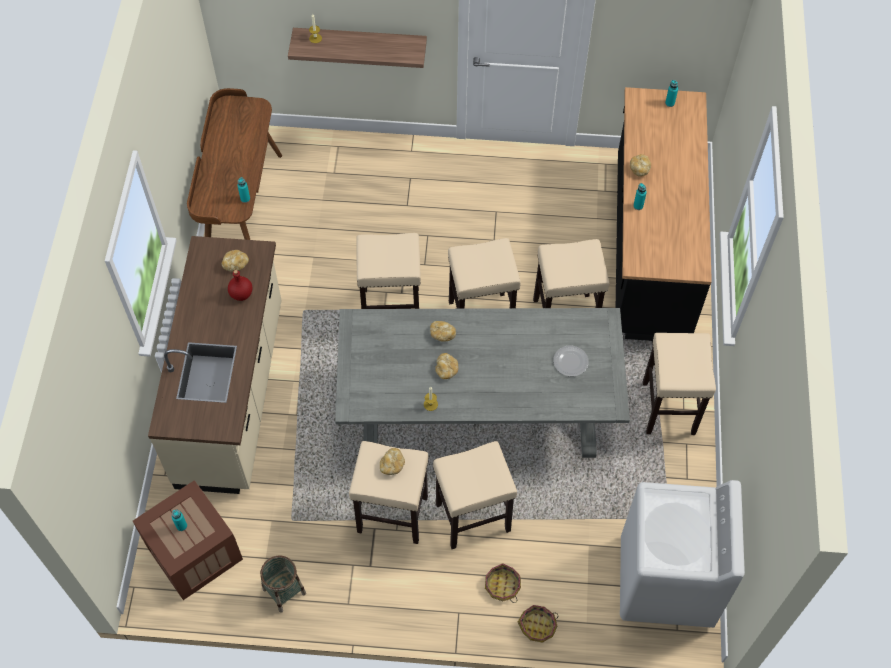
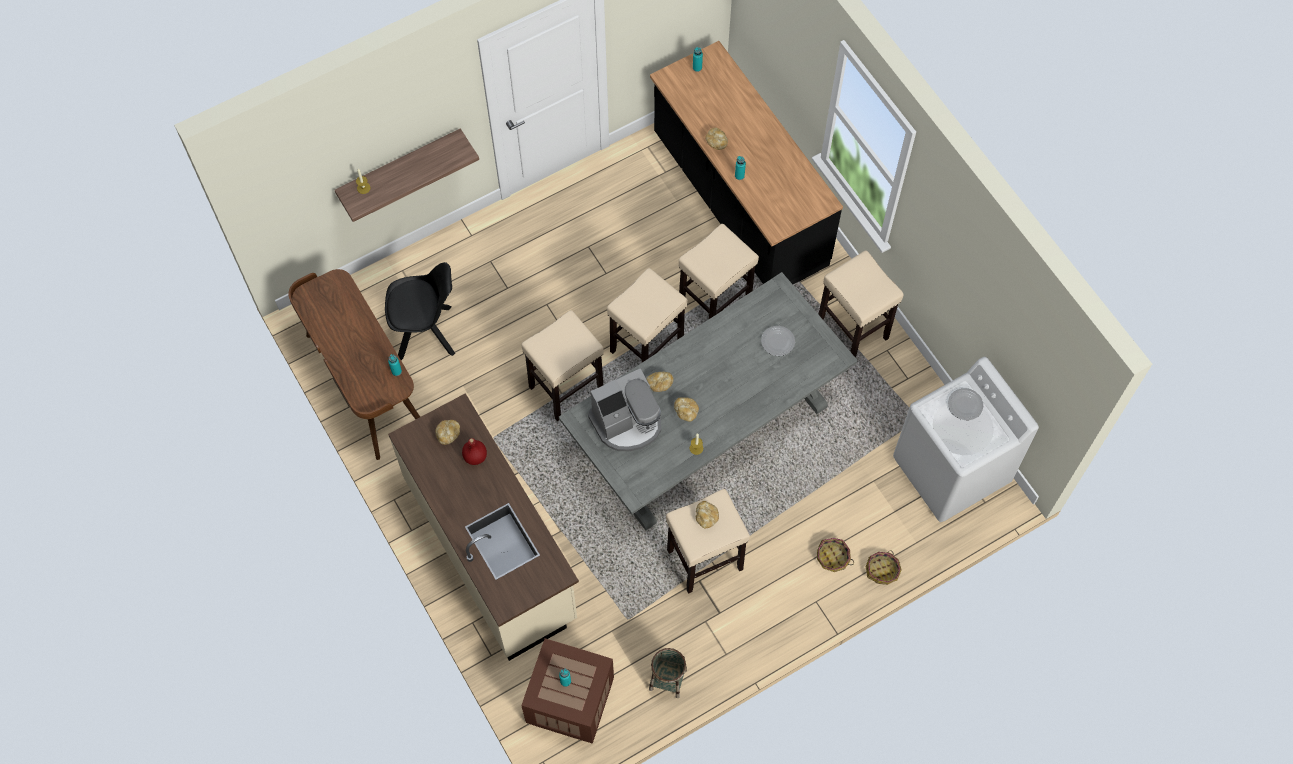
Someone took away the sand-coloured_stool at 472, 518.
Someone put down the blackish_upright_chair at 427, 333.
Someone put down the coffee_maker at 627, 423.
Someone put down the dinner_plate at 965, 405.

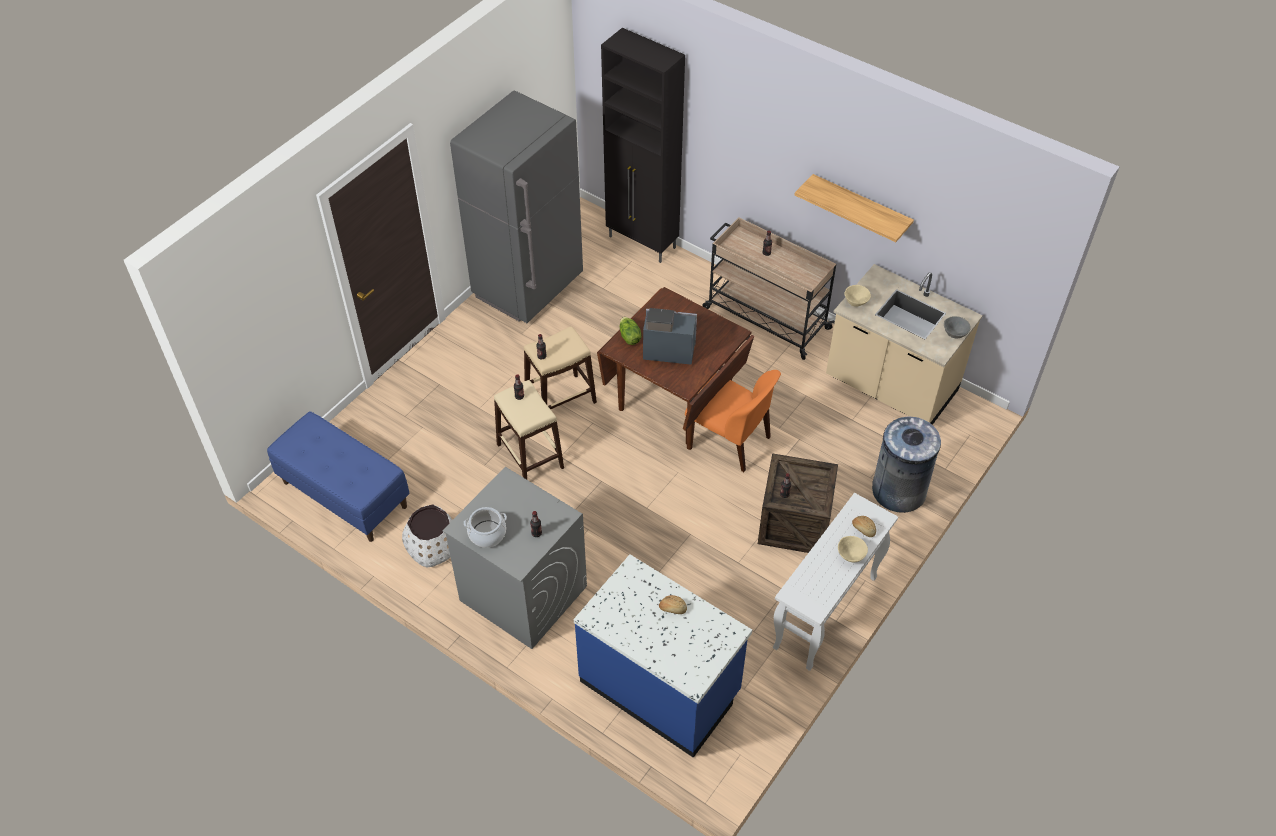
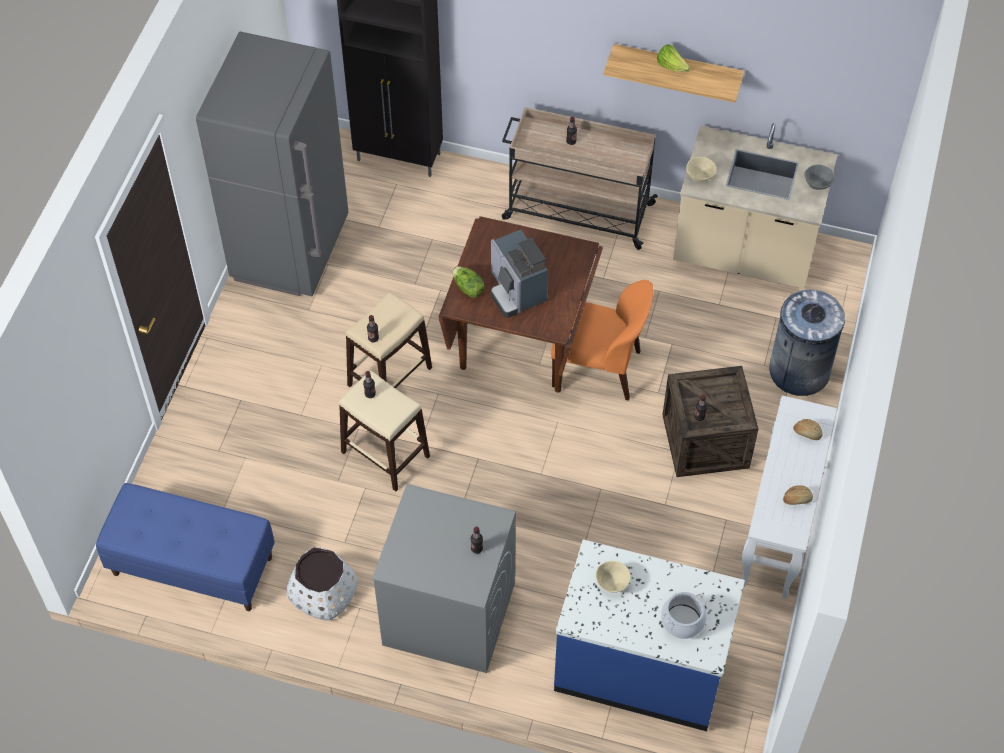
Someone rotated the coffee_maker at 667, 349 by 105 degrees counterclockwise.
Someone carried the saucepot from 487, 534 to 682, 621.
Someone carried the sand-coloured_bowl from 850, 556 to 611, 584.
Someone carried the bread from 672, 608 to 797, 499.
Someone put down the lettuce at 671, 66.

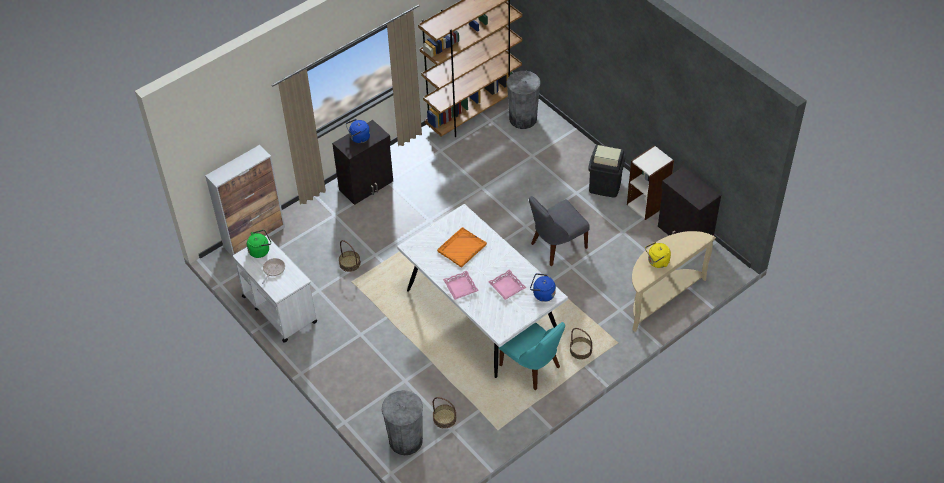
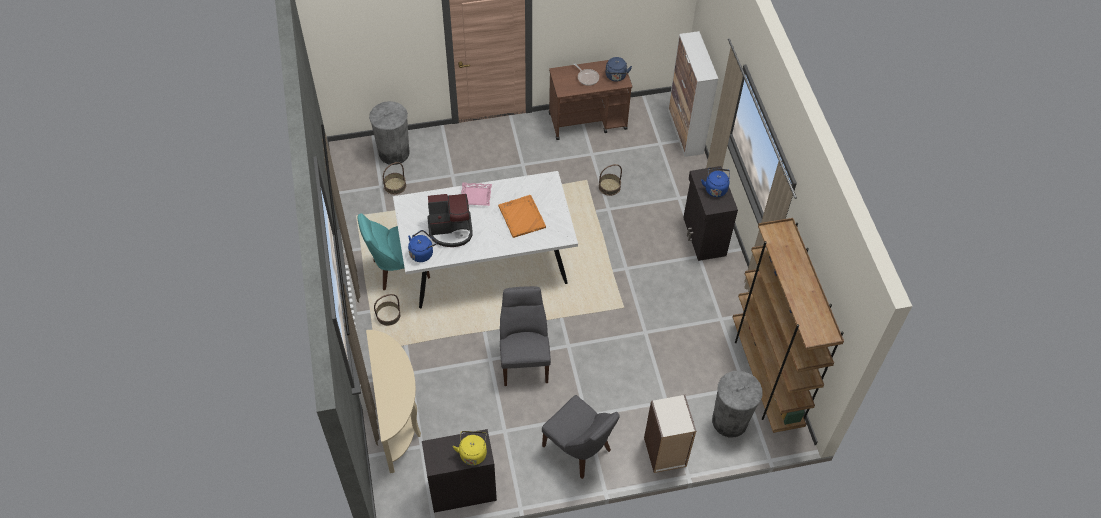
Someone swapped the blackish_waste_bin at 605, 186 for the greyish_upright_chair at 579, 450.
Someone carried the bookcase from 647, 204 to 665, 452.
Someone repainted the green-coloured_water_kettle at 260, 250, which became the blue_water_kettle at 616, 77.
Someone repainted the white_cart at 279, 309, which became the brown_cart at 588, 121.
Someone carried the yellow_water_kettle from 657, 262 to 473, 452.
Someone swapped the pink-coloured_serving_tray at 507, 287 for the coffee_maker at 451, 230.

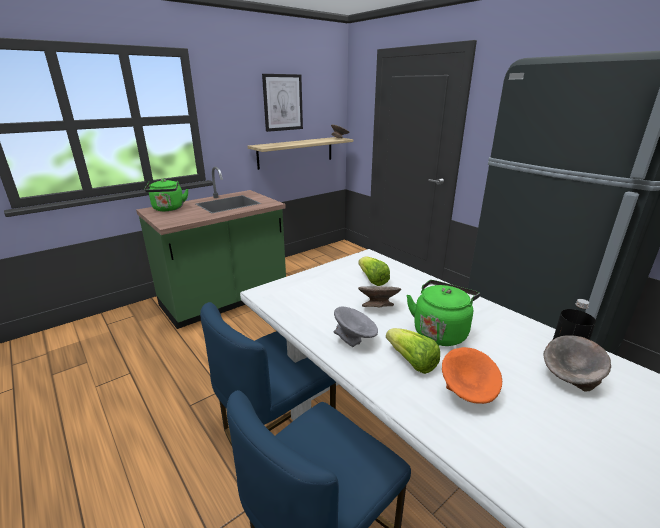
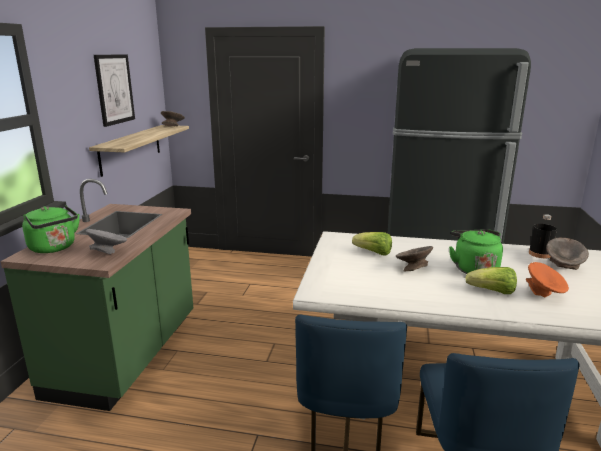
Someone carried the greyish_bowl from 354, 340 to 108, 253.

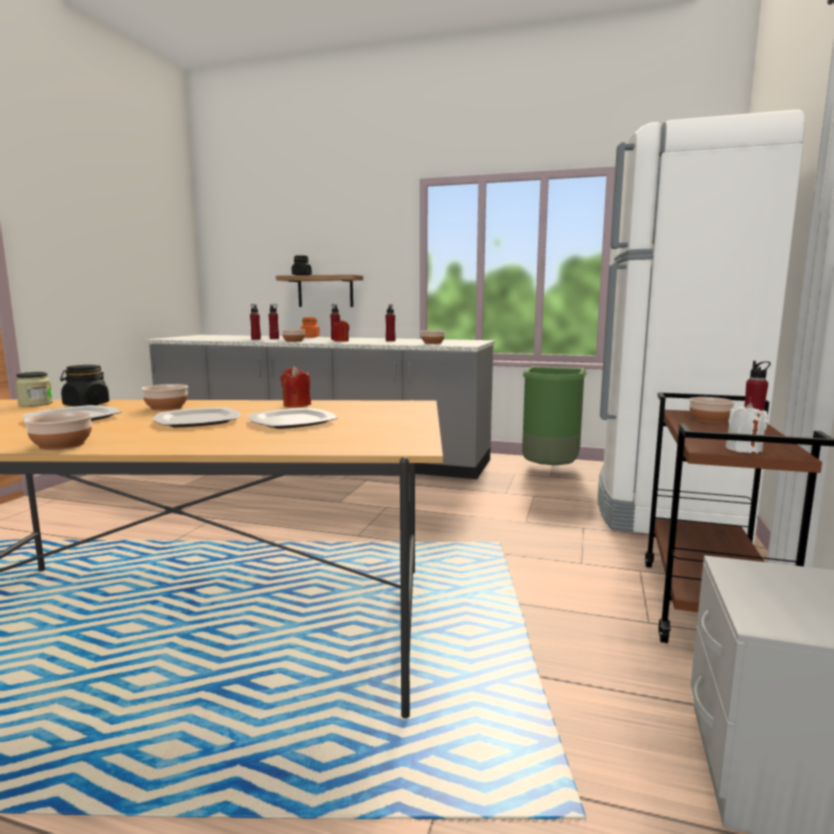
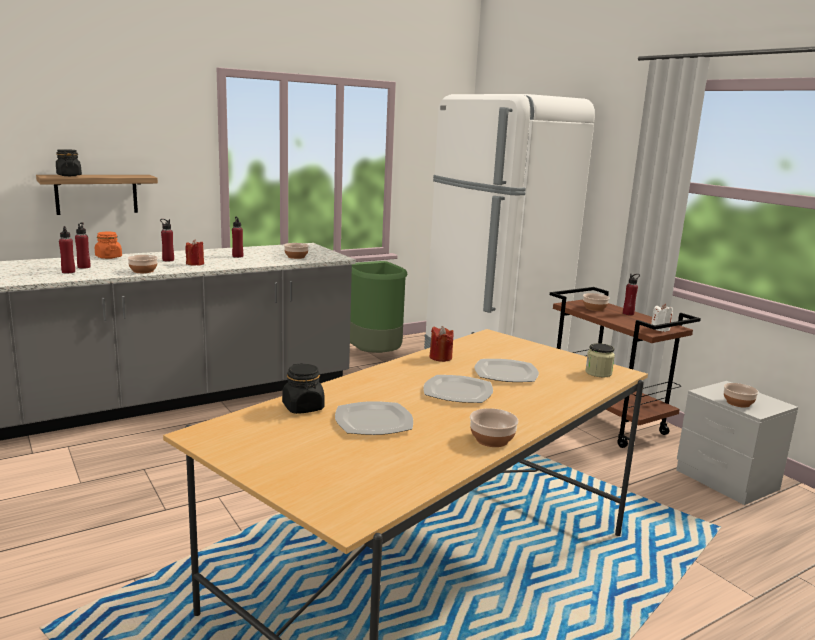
Someone carried the jar from 35, 404 to 598, 373.
Someone carried the bowl from 167, 408 to 738, 403.

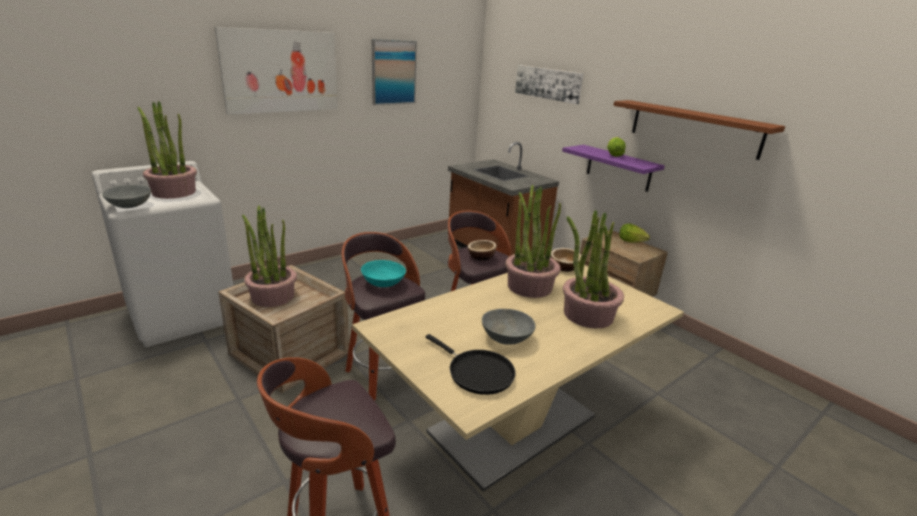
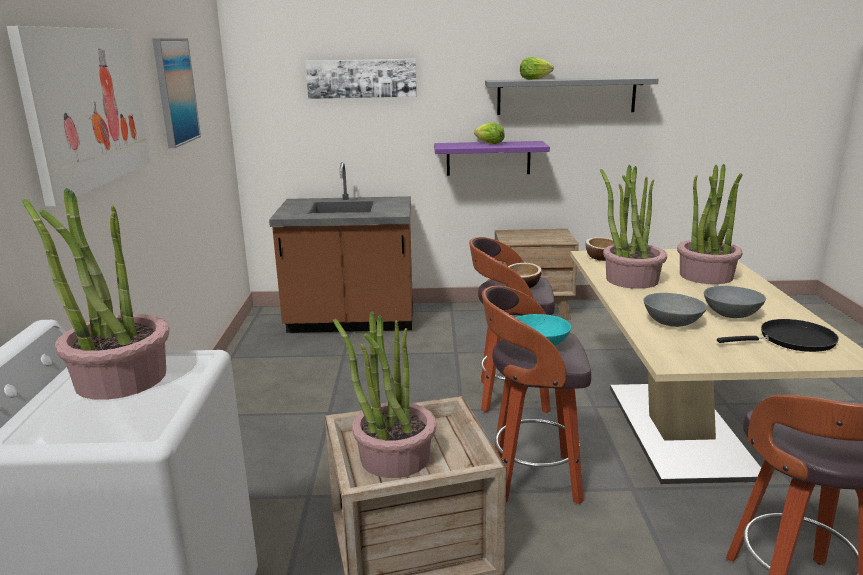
Someone repainted the brown_wall_shelf at 694, 128, which became the greyish_wall_shelf at 566, 96.
Someone carried the greyish_bowl from 129, 205 to 672, 322.
Someone carried the lettuce from 631, 241 to 534, 79.

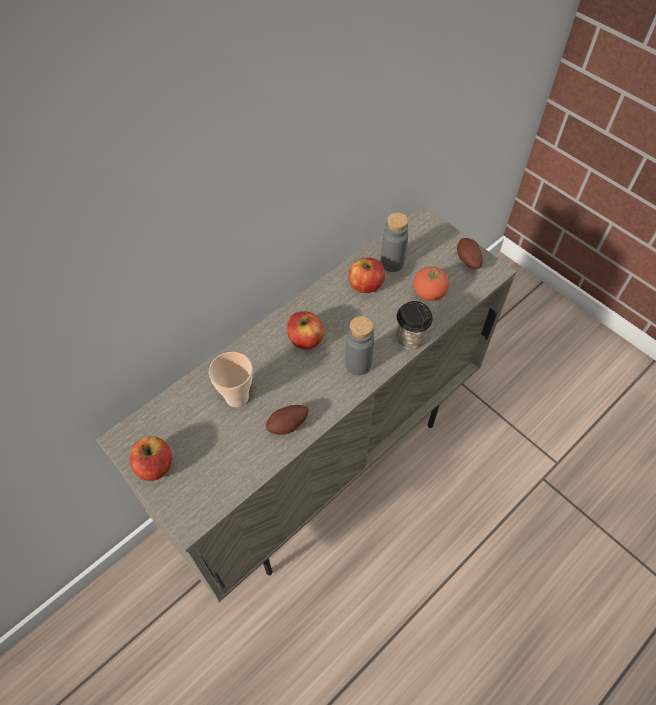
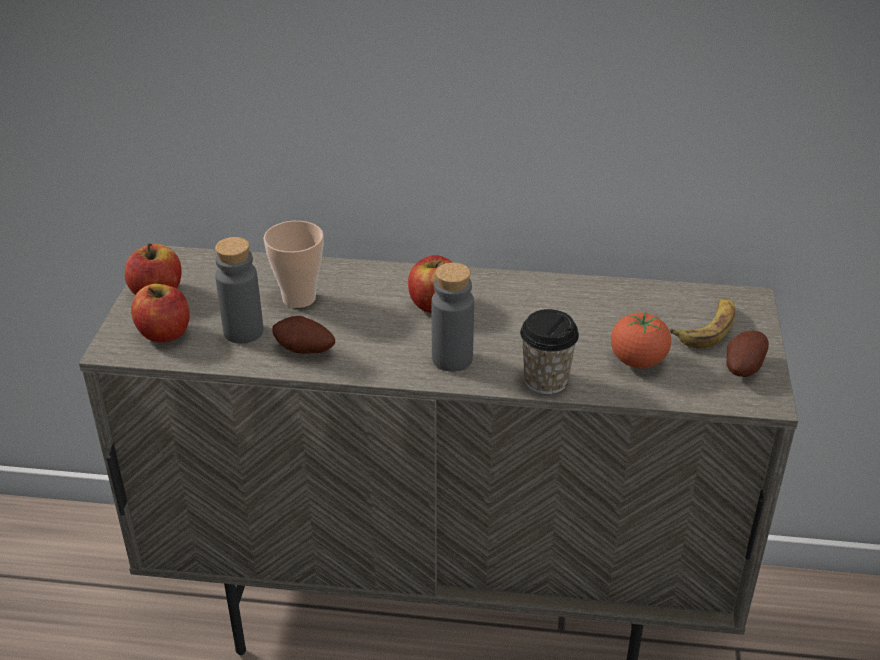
Someone carried the greyish_beverage_bottle from 392, 263 to 243, 331.
Someone carried the apple_fruit from 365, 285 to 165, 333.
Someone put down the whole_banana at 707, 328.

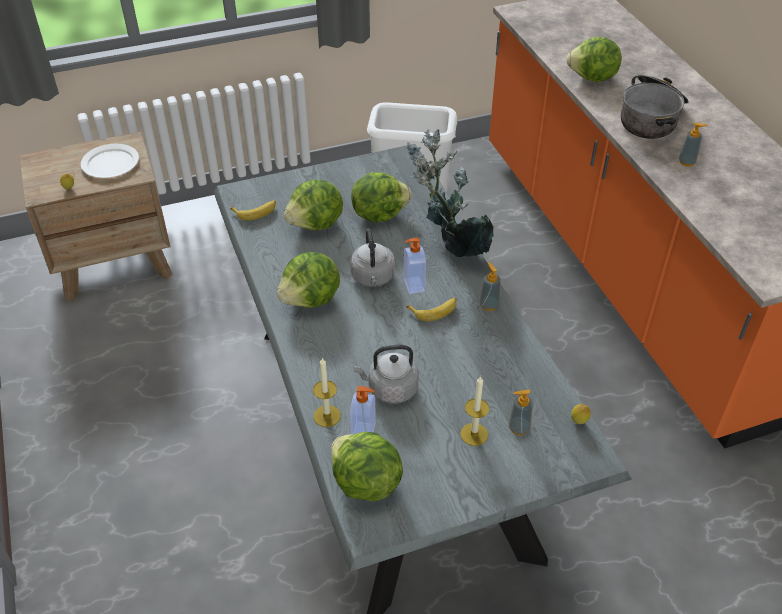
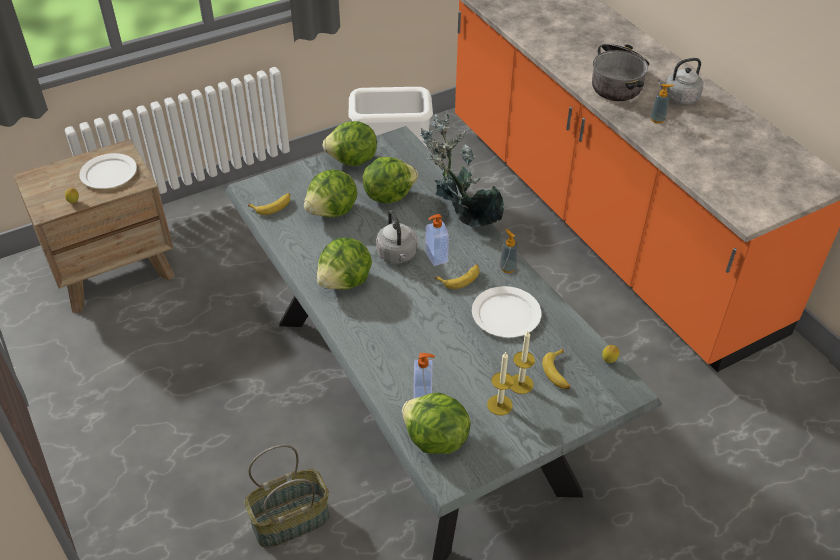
Someone carried the lettuce from 592, 78 to 352, 161.
Someone carried the greyish_water_kettle from 390, 389 to 679, 98.
Someone carried the candle from 327, 416 to 499, 405.
Someone swapped the liquid_soap_bottle at 519, 428 for the whole_banana at 558, 373.
Someone put down the white_dinner_plate at 505, 314.
Someone put down the basket at 291, 519.

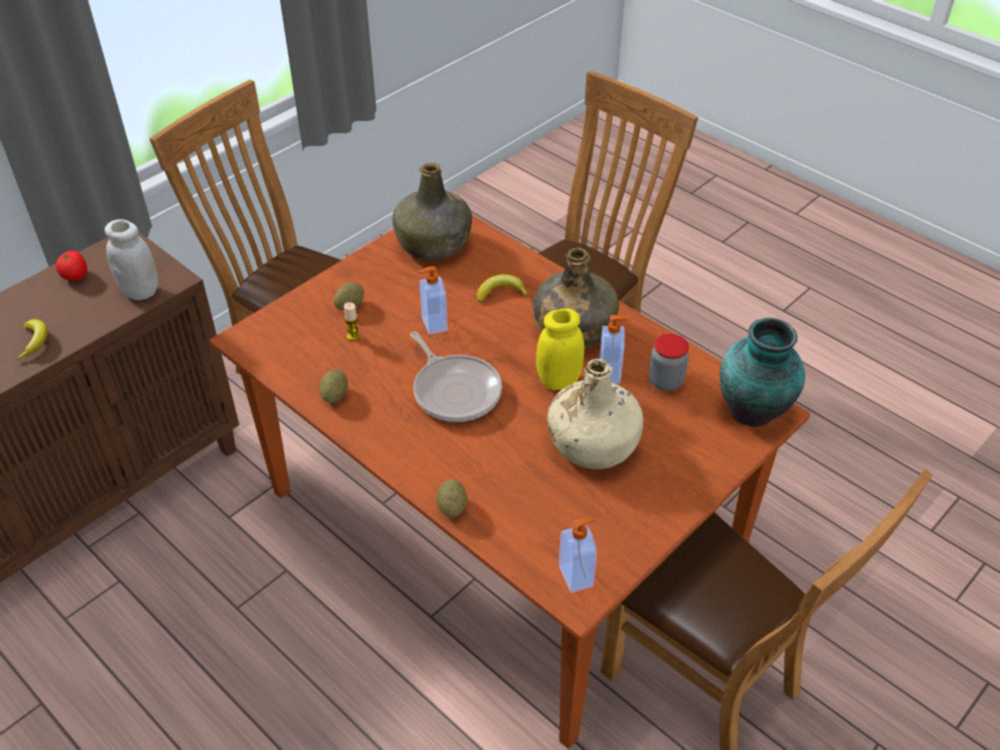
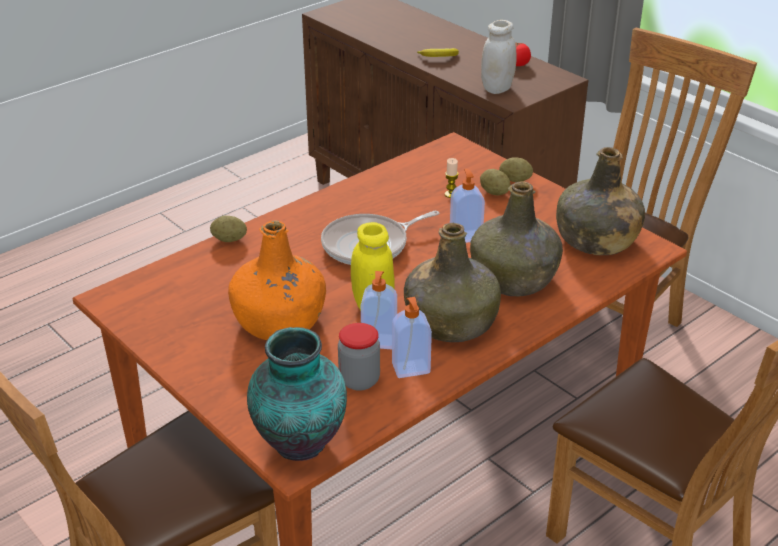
Someone swapped the whole_banana at 501, 293 for the green-coloured_beverage_bottle at 514, 278.
Someone repainted the sand-coloured_beverage_bottle at 593, 443, which became the orange-coloured_beverage_bottle at 280, 321.
Someone carried the spud from 335, 395 to 515, 180.
Someone carried the liquid_soap_bottle from 577, 576 to 411, 369.

